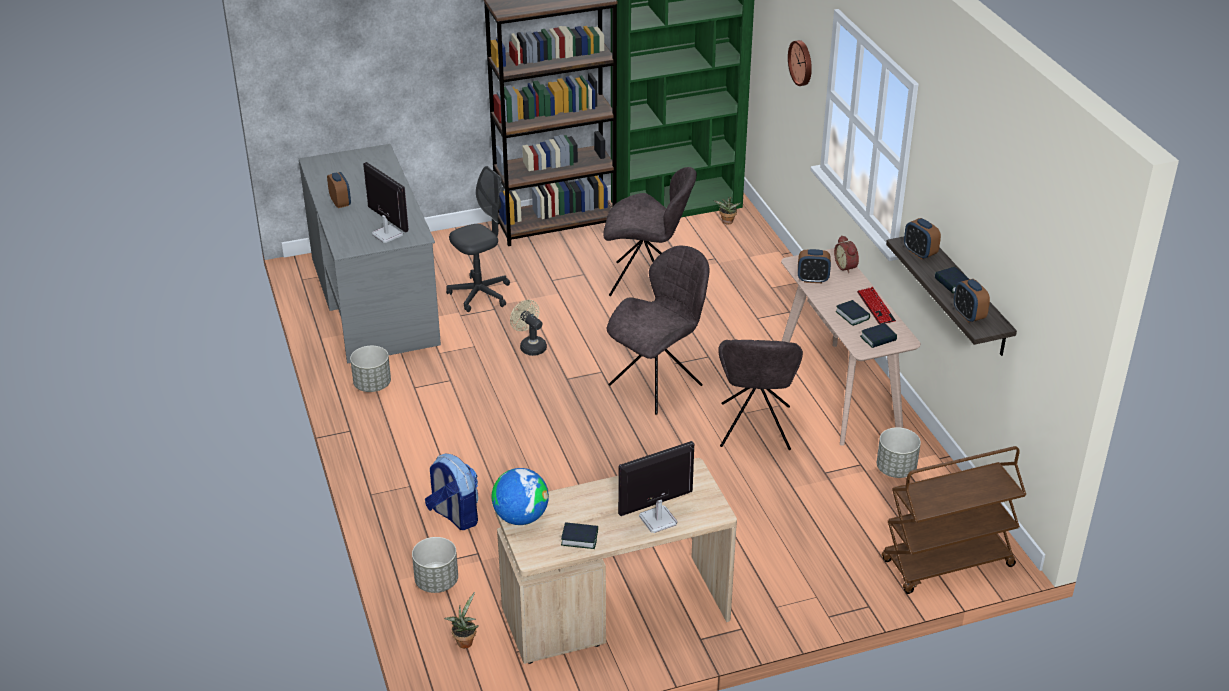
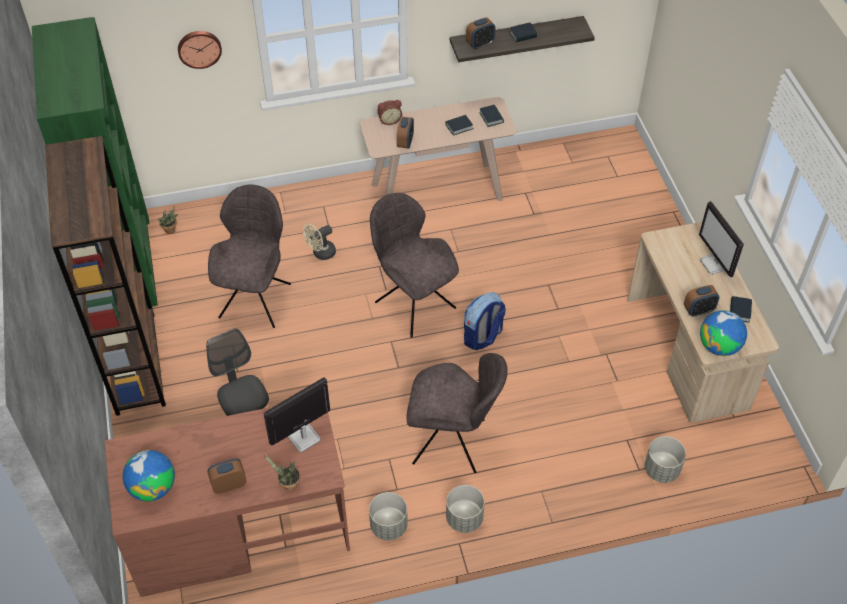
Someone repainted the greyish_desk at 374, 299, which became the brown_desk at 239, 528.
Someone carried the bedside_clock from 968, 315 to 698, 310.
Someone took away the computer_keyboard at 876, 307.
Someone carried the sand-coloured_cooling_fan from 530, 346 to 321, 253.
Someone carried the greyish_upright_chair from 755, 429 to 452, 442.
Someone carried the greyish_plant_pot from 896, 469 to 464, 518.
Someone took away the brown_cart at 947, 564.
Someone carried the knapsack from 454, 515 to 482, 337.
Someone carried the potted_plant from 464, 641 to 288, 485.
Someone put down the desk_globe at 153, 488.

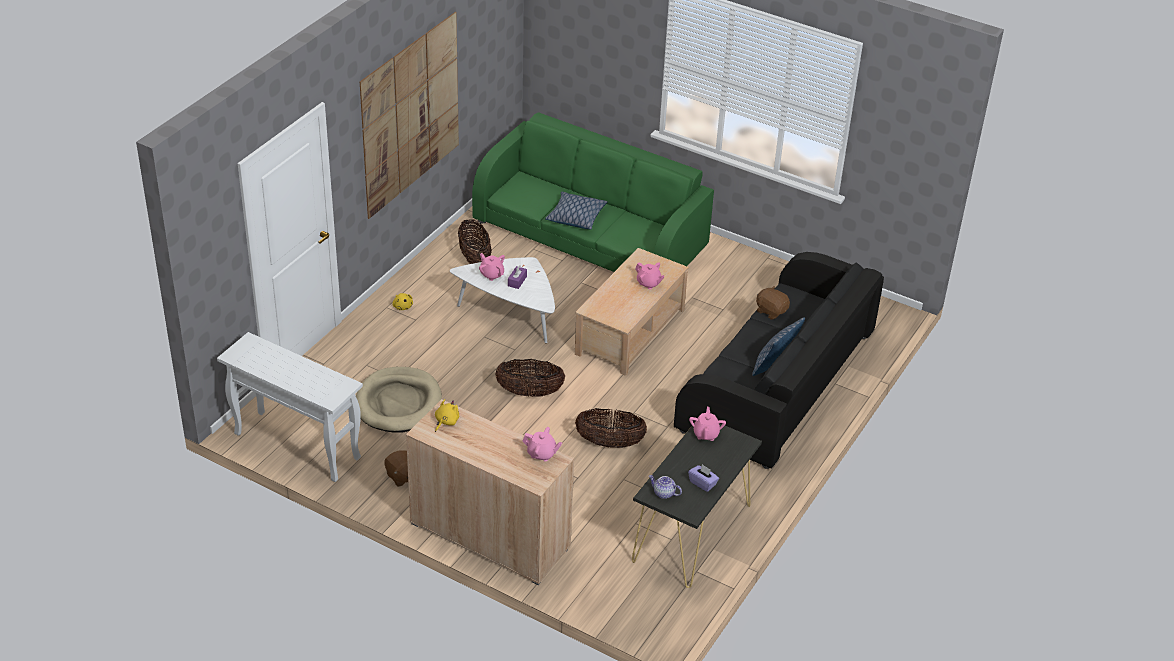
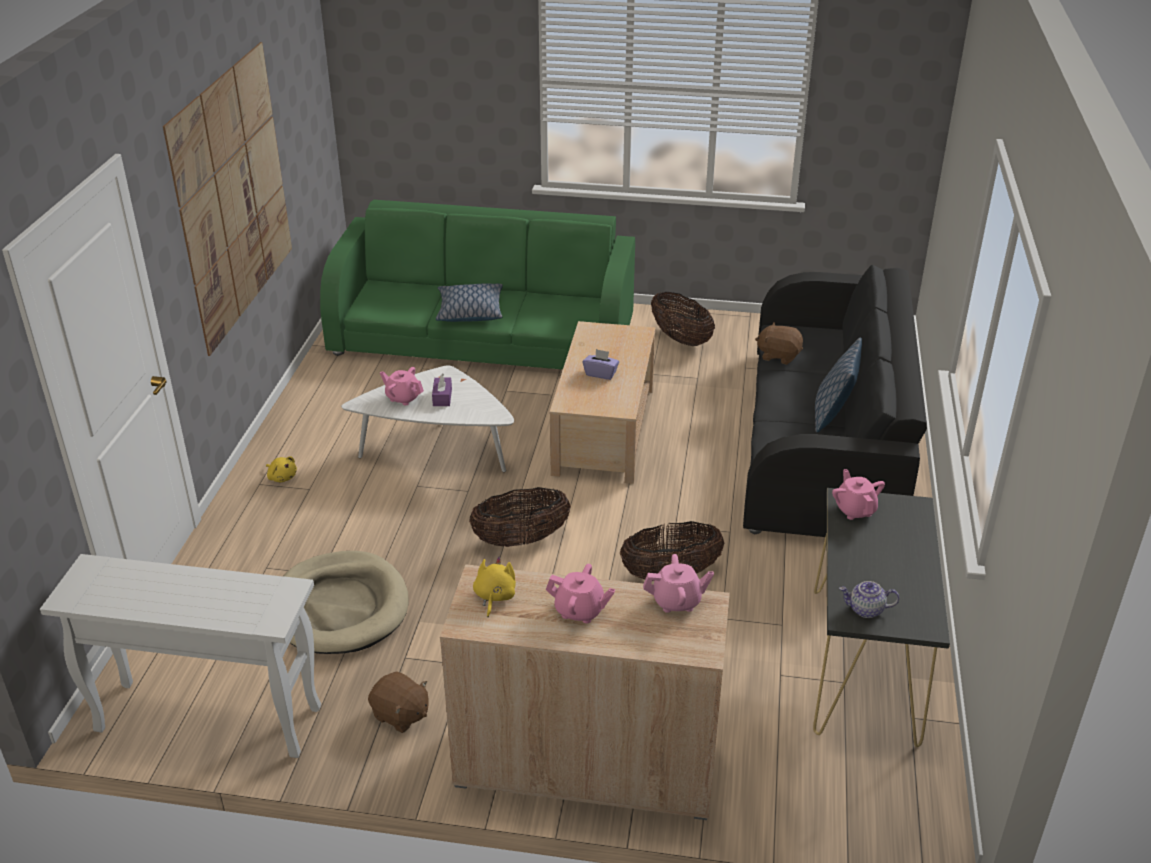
Someone carried the basket from 474, 258 to 681, 339.
Someone carried the pink-coloured_teapot from 649, 283 to 580, 611.
Someone carried the purple_box_of_tissues from 703, 483 to 601, 373.

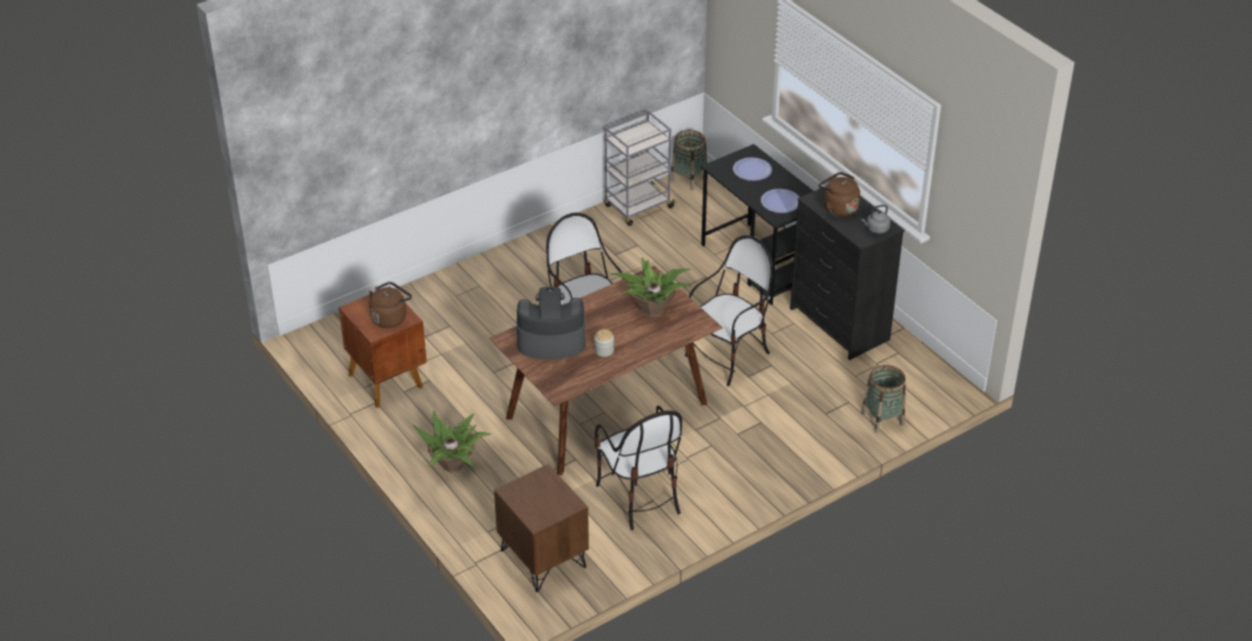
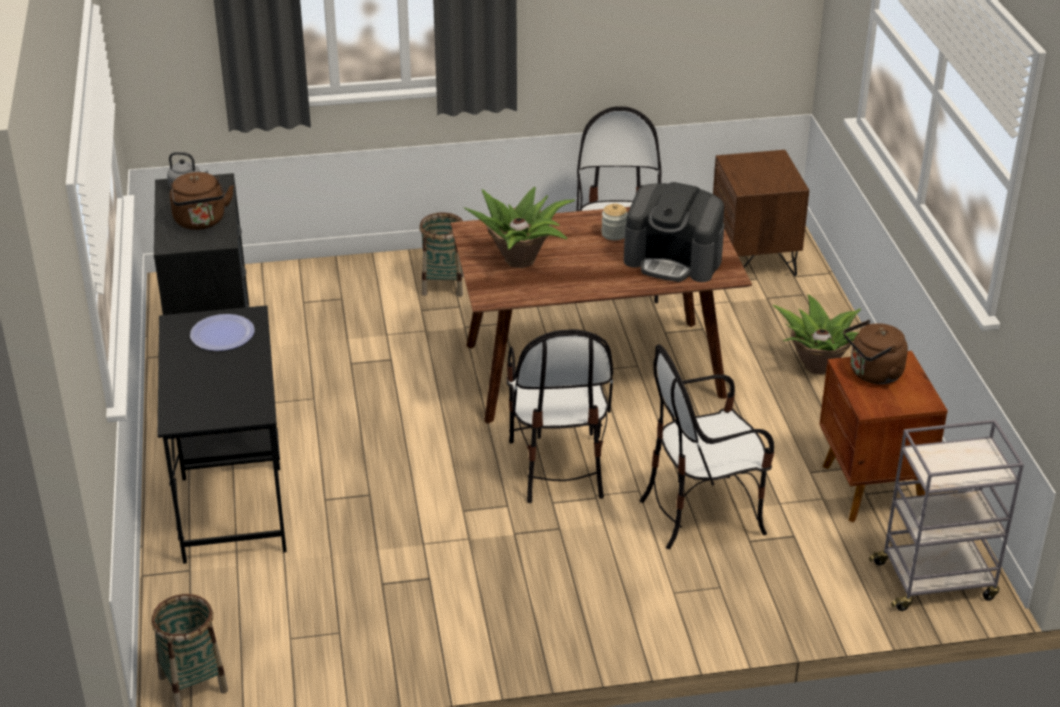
Someone carried the greyish_cart from 638, 207 to 936, 580.
Someone took away the dinner_plate at 752, 170.
Someone carried the upright_chair from 728, 357 to 702, 513.
Someone carried the basket from 882, 419 to 444, 285.

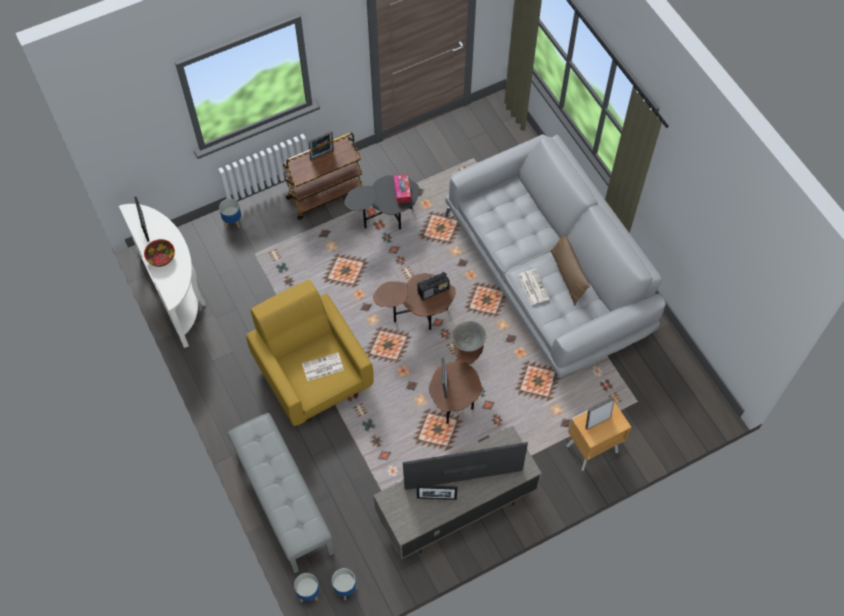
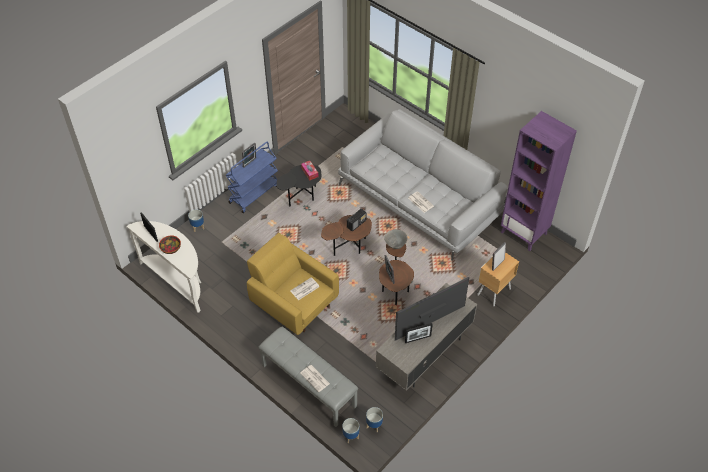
Someone repainted the brown_cart at 325, 194, which became the blue_cart at 254, 193.
Someone took away the brown_throw_pillow at 568, 276.
Someone put down the purple_bookcase at 524, 233.
Someone put down the newspaper at 315, 378.

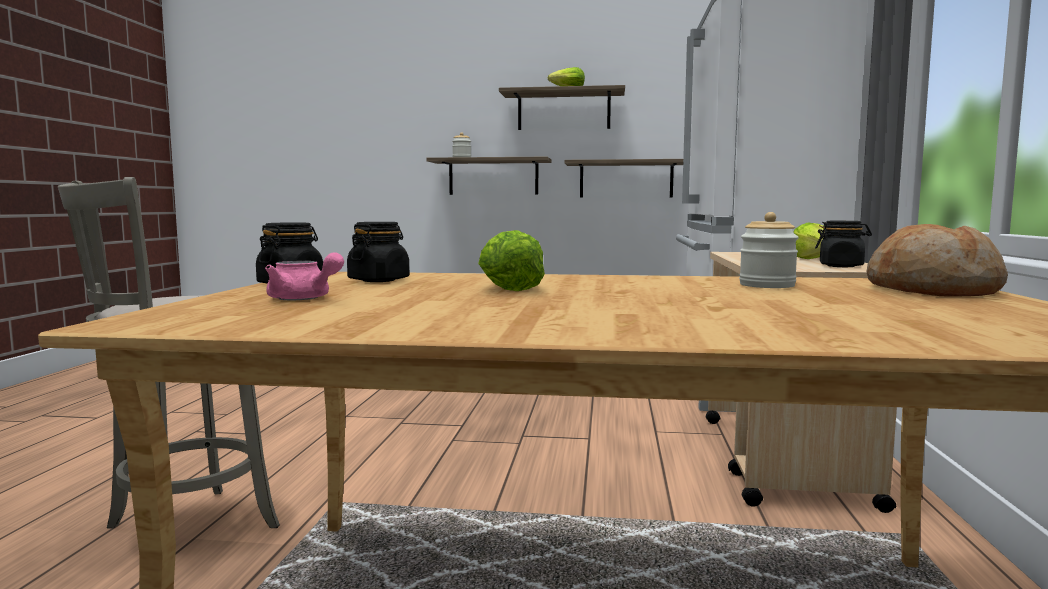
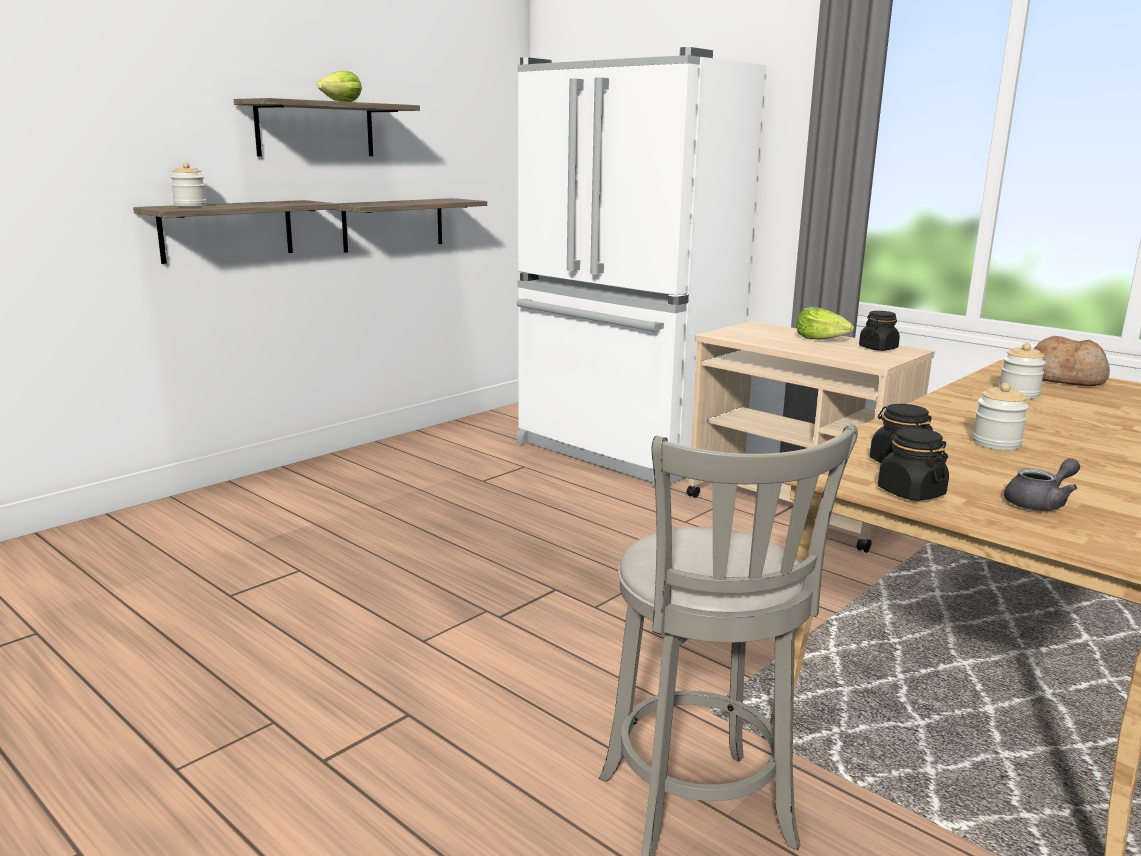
Someone swapped the lettuce at 509, 288 for the jar at 996, 443.
Someone repainted the pink-coloured_teapot at 304, 299, which became the greyish_teapot at 1040, 503.

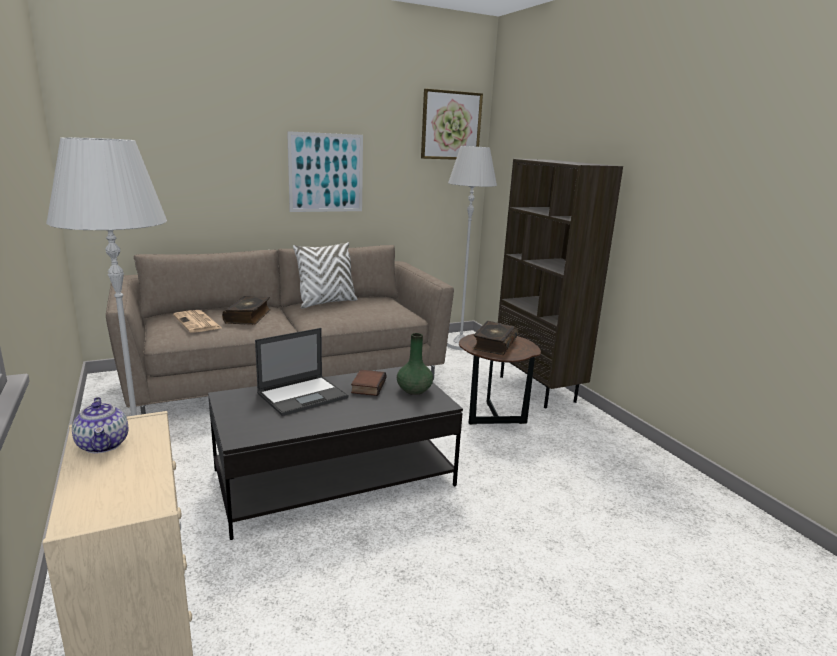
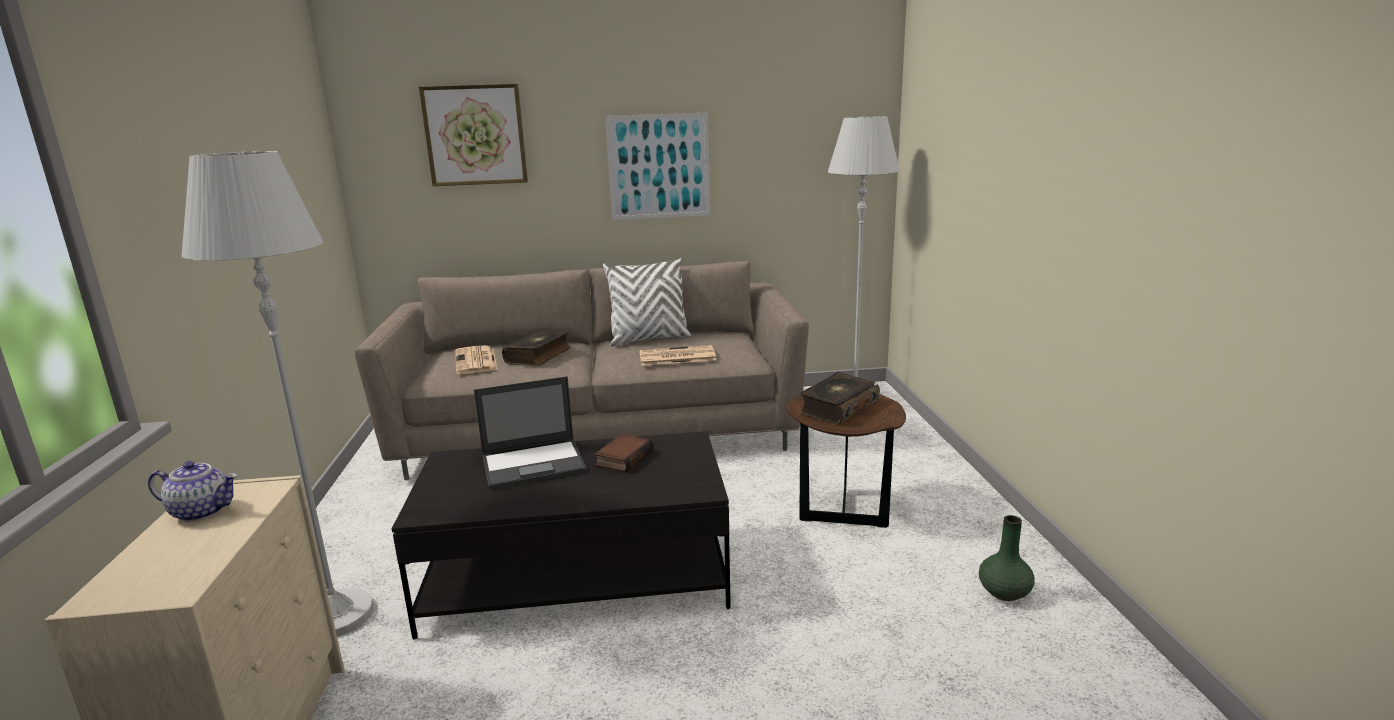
Someone carried the wall_picture from 451, 125 to 475, 135.
Someone took away the brown_bookcase at 538, 389.
Someone carried the green-coloured_vase from 414, 390 to 1003, 592.
Someone rotated the teapot at 104, 445 by 75 degrees counterclockwise.
Someone put down the newspaper at 676, 357.

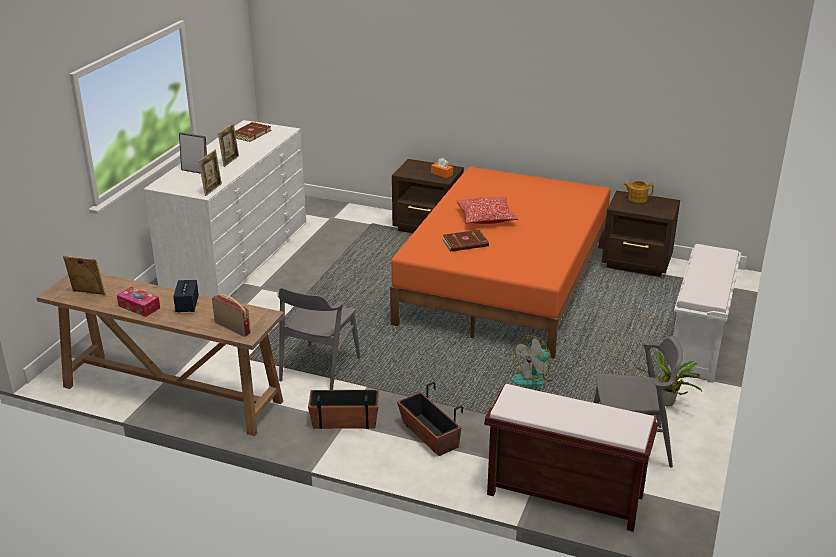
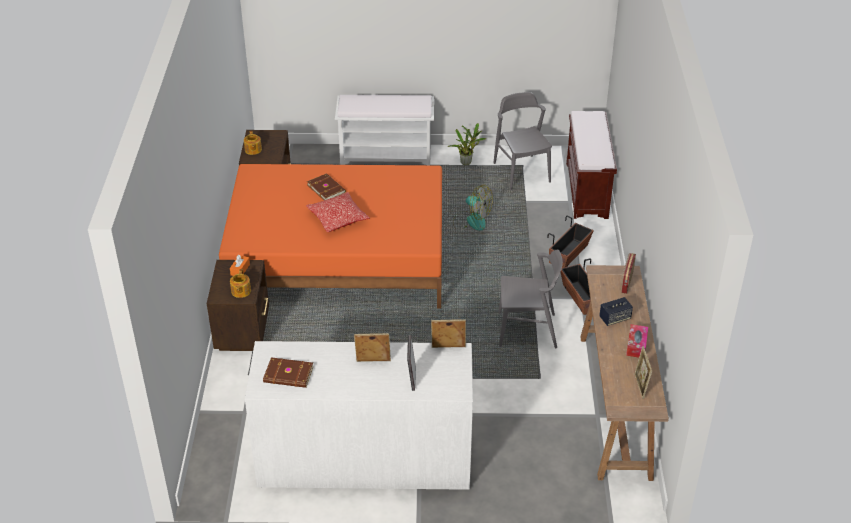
Someone carried the brown_book from 466, 243 to 326, 188.
Someone put down the teapot at 240, 291.

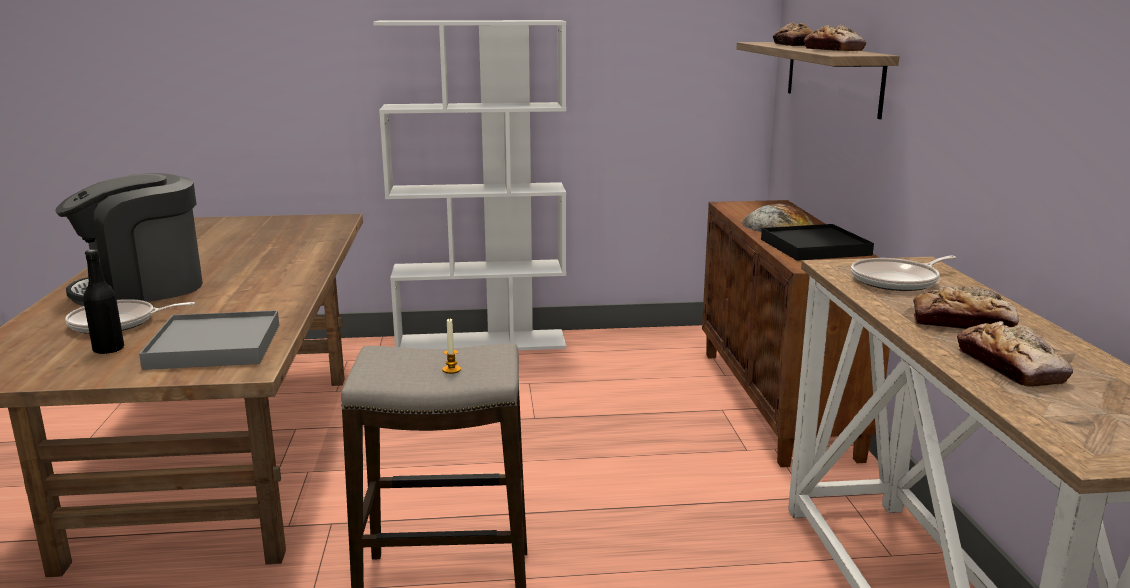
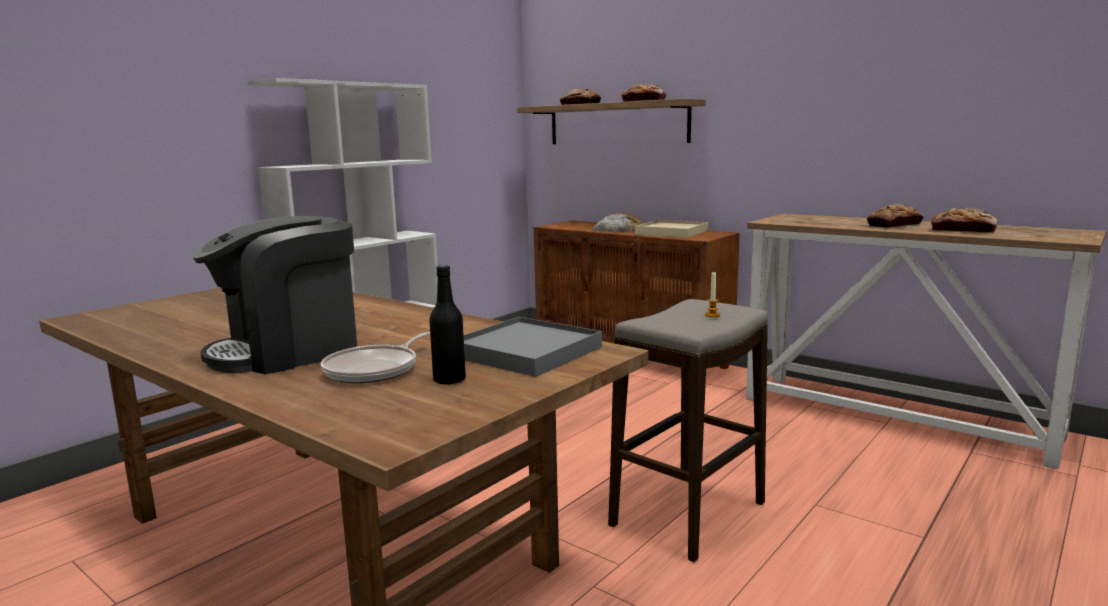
Someone rotated the coffee_maker at 142, 289 by 45 degrees clockwise.
Someone repainted the blackish_serving_tray at 815, 247, which became the sand-coloured_serving_tray at 671, 232.
Someone took away the skillet at 898, 281.

